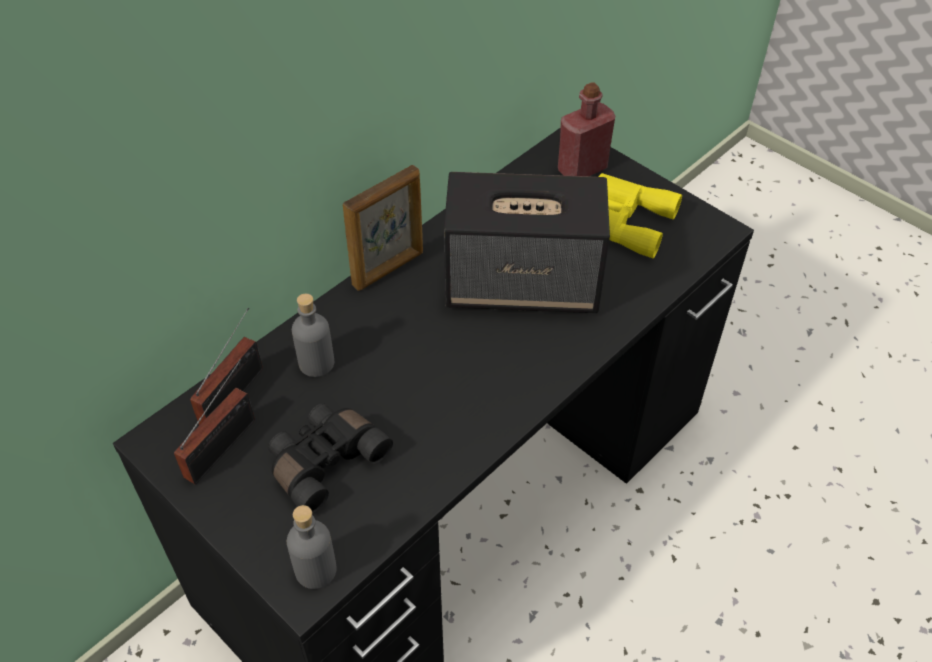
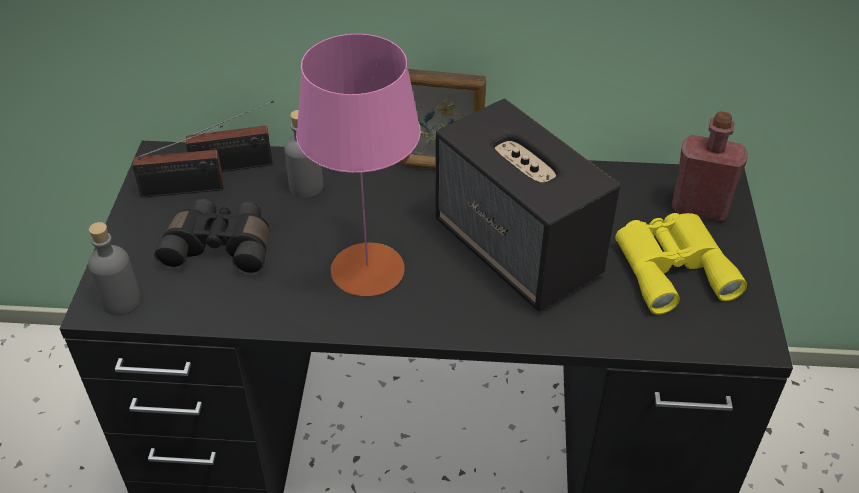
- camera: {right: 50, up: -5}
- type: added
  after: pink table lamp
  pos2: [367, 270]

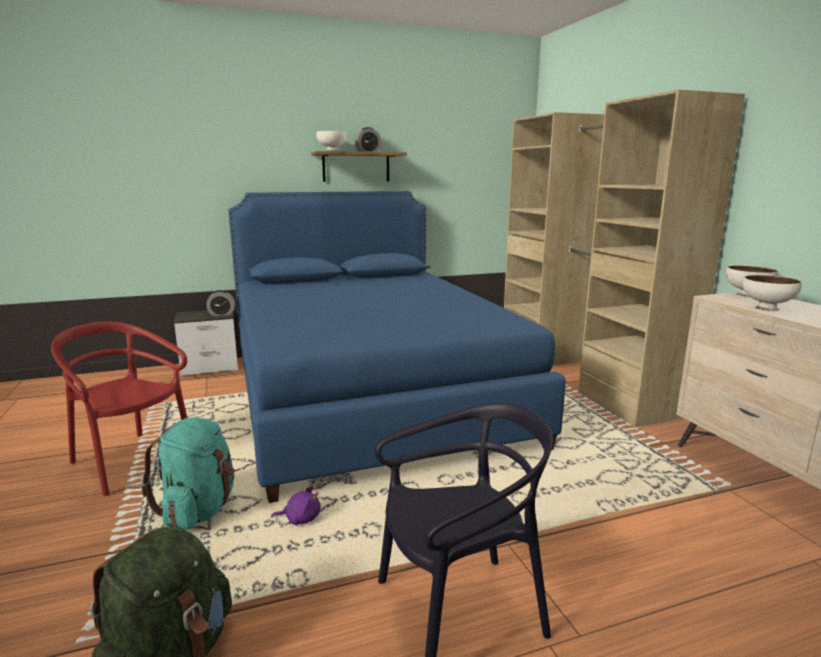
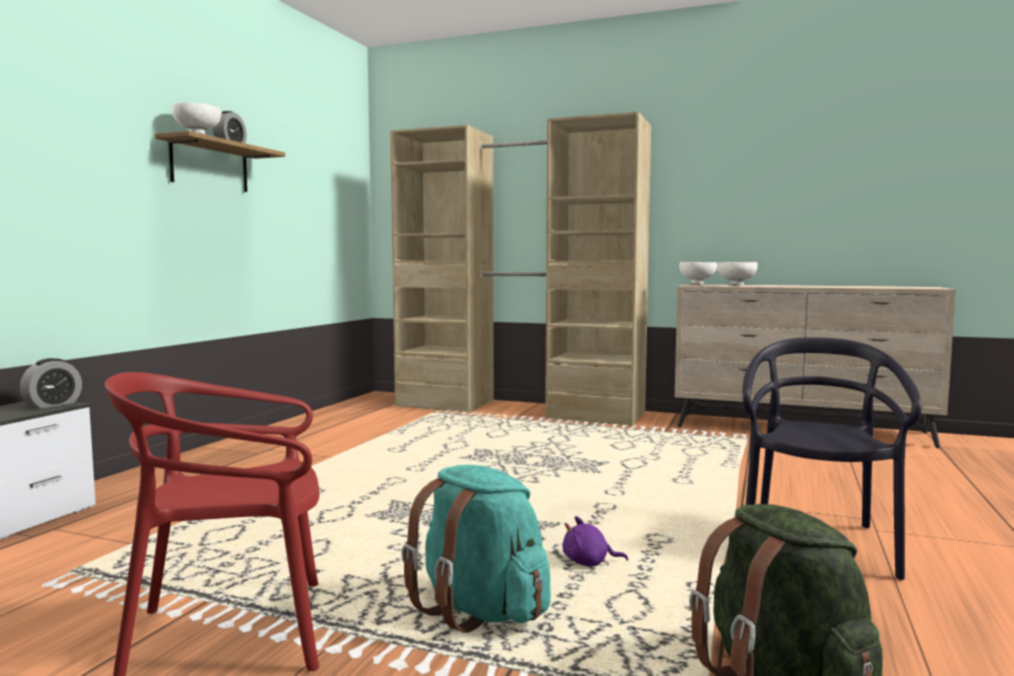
- camera: {right: -50, up: -10}
- type: removed
  before: blue bed
  pos1: [368, 396]
- type: turned
  before: purple plush toy
  pos1: [300, 518]
  pos2: [589, 562]
  turn: -120

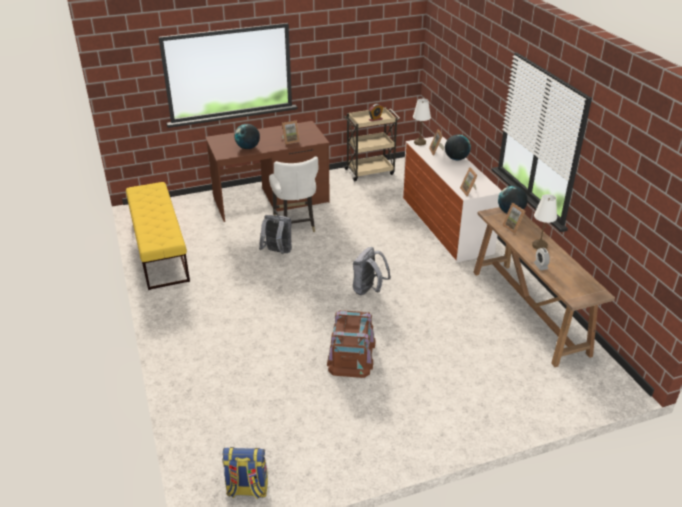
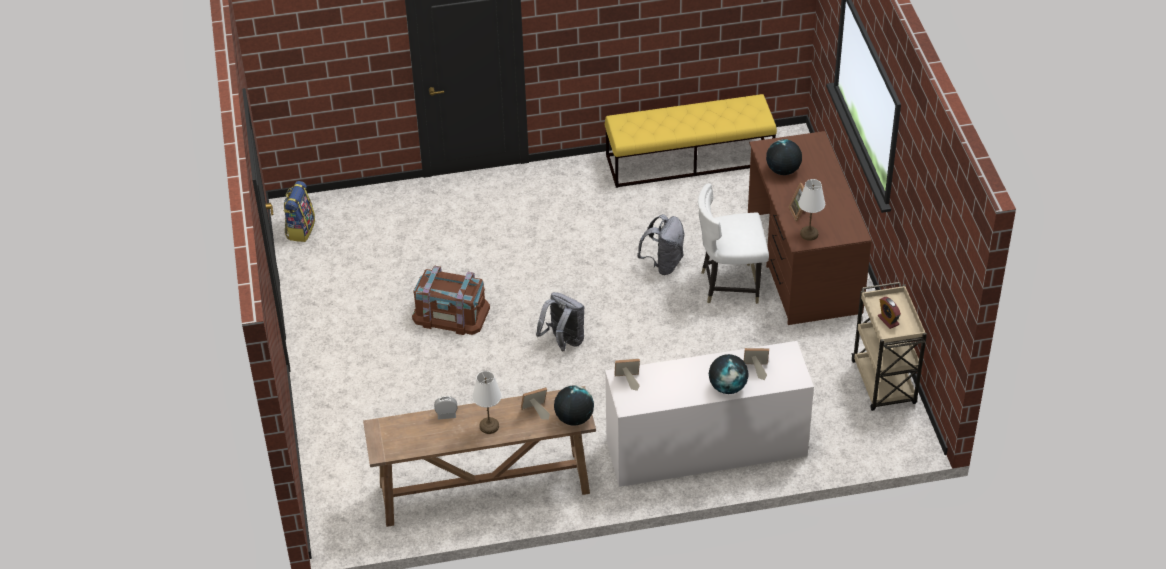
- camera: {right: 100, up: 10}
- type: moved
  before: white table lamp
  pos1: [419, 142]
  pos2: [809, 234]

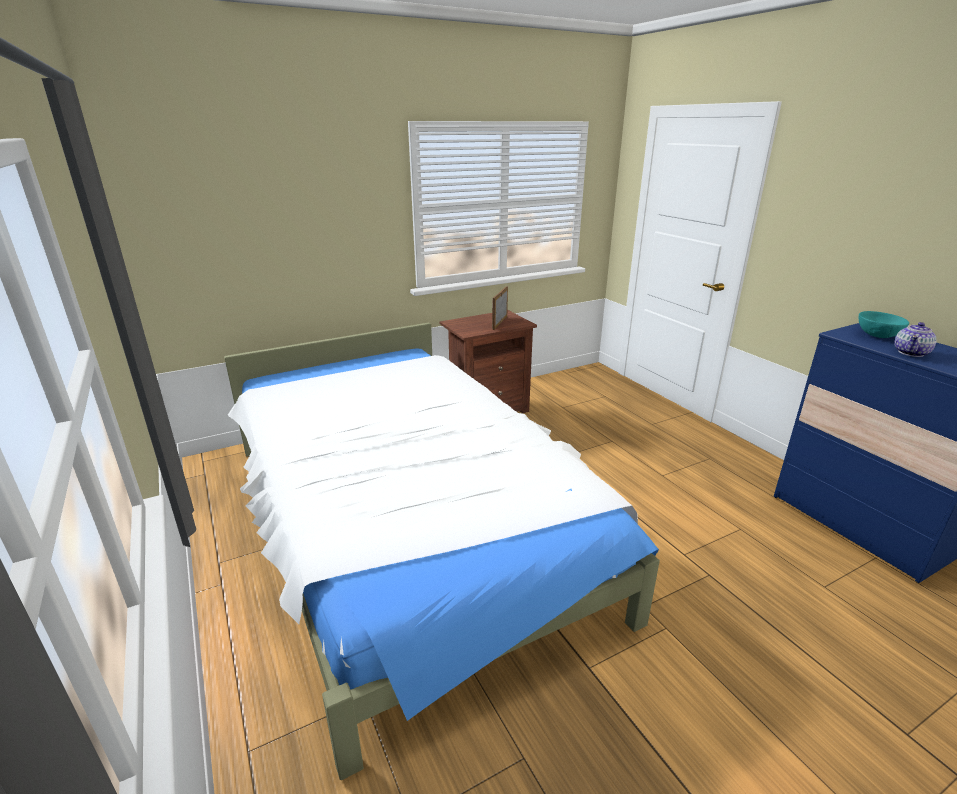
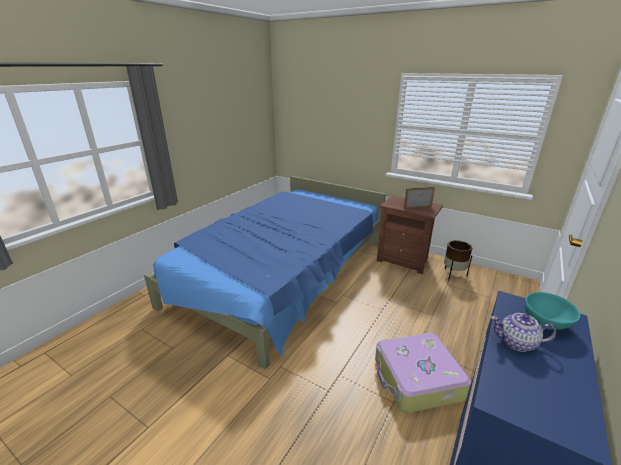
- camera: {right: 60, up: 0}
- type: recoloured
  before: white bed
  after: blue bed
  pos1: [406, 524]
  pos2: [282, 273]
- type: added
  after: suitcase
  pos2: [416, 379]
- type: added
  after: brown planter
  pos2: [453, 275]

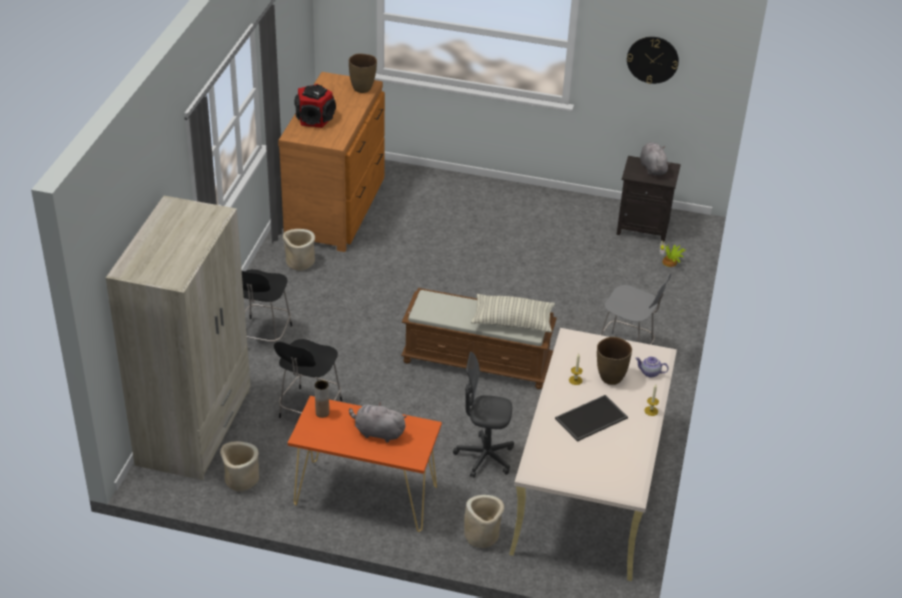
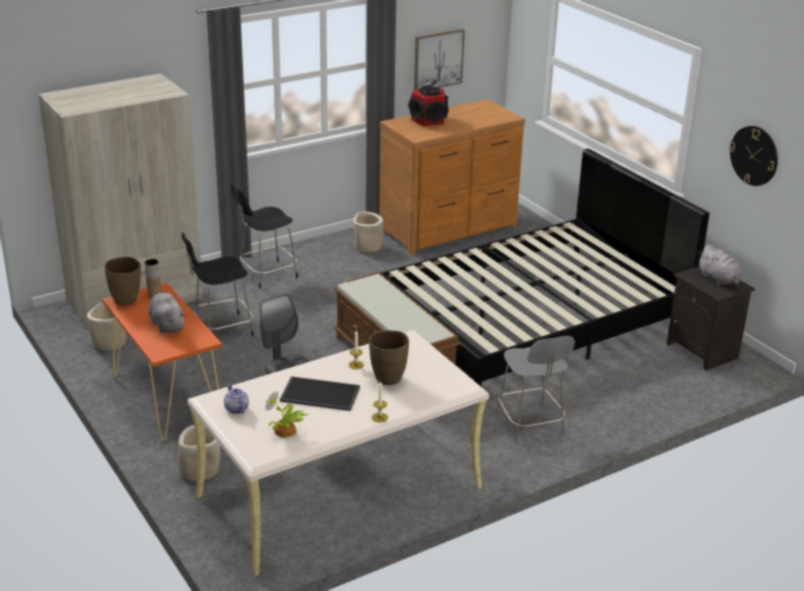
- camera: {right: 45, up: -10}
- type: moved
  before: brown vase
  pos1: [362, 88]
  pos2: [126, 300]
- type: removed
  before: pillow
  pos1: [512, 322]
- type: moved
  before: teapot
  pos1: [650, 373]
  pos2: [236, 409]
- type: turned
  before: grey plush toy
  pos1: [652, 167]
  pos2: [719, 279]
  turn: 120
- type: moved
  before: potted plant
  pos1: [670, 262]
  pos2: [285, 431]
- type: added
  after: black bed
  pos2: [533, 320]
- type: added
  after: picture
  pos2: [438, 59]

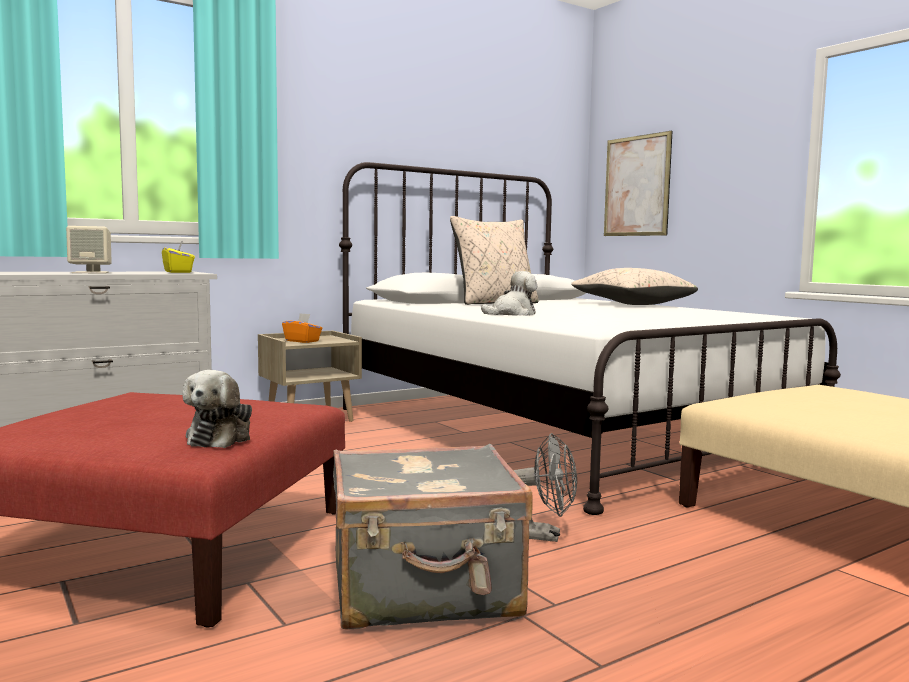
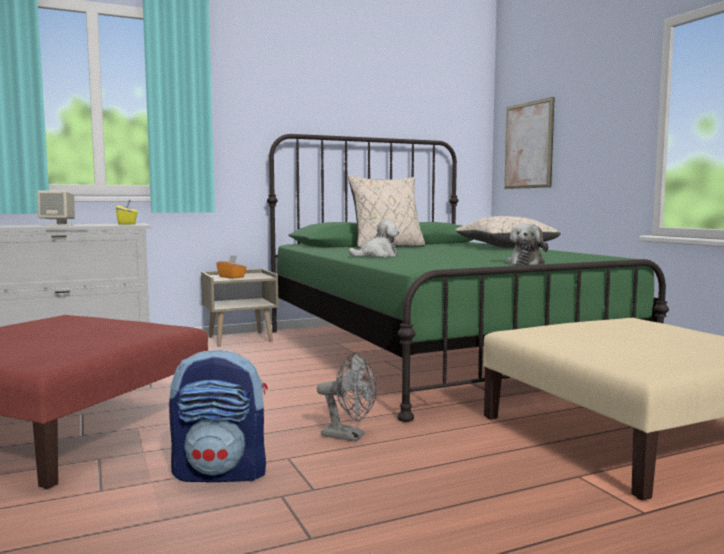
- camera: {right: 10, up: 0}
- type: moved
  before: plush toy
  pos1: [221, 437]
  pos2: [526, 263]
- type: replaced
  before: grey suitcase
  after: backpack
  pos1: [425, 591]
  pos2: [222, 473]
- type: recoloured
  before: white bed
  after: green bed
  pos1: [560, 429]
  pos2: [435, 352]

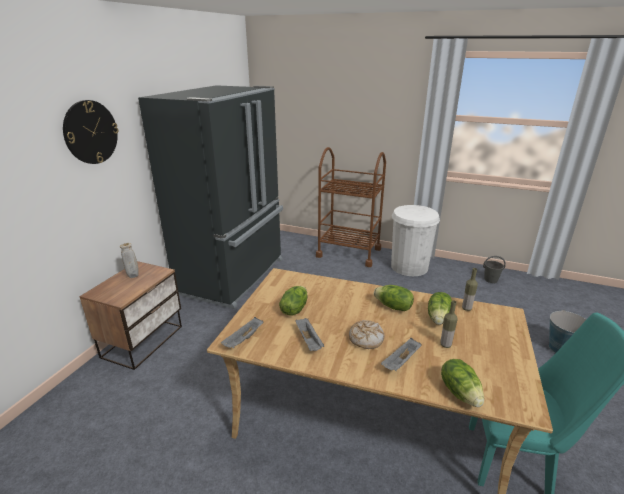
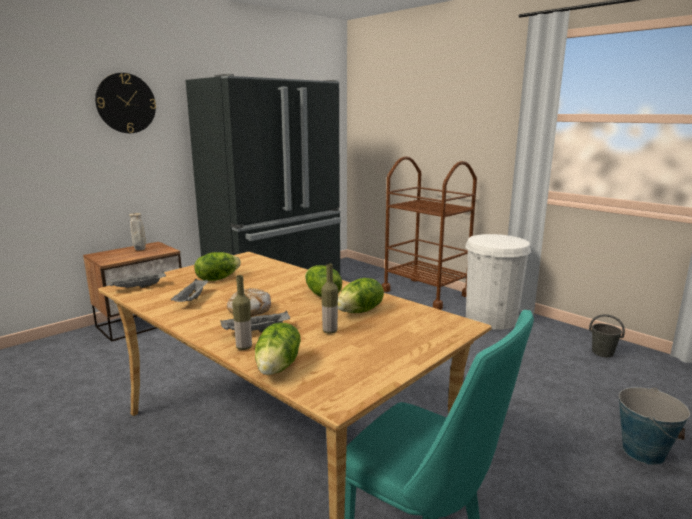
- camera: {right: 25, up: -10}
- type: moved
  before: bottle
  pos1: [466, 308]
  pos2: [244, 347]

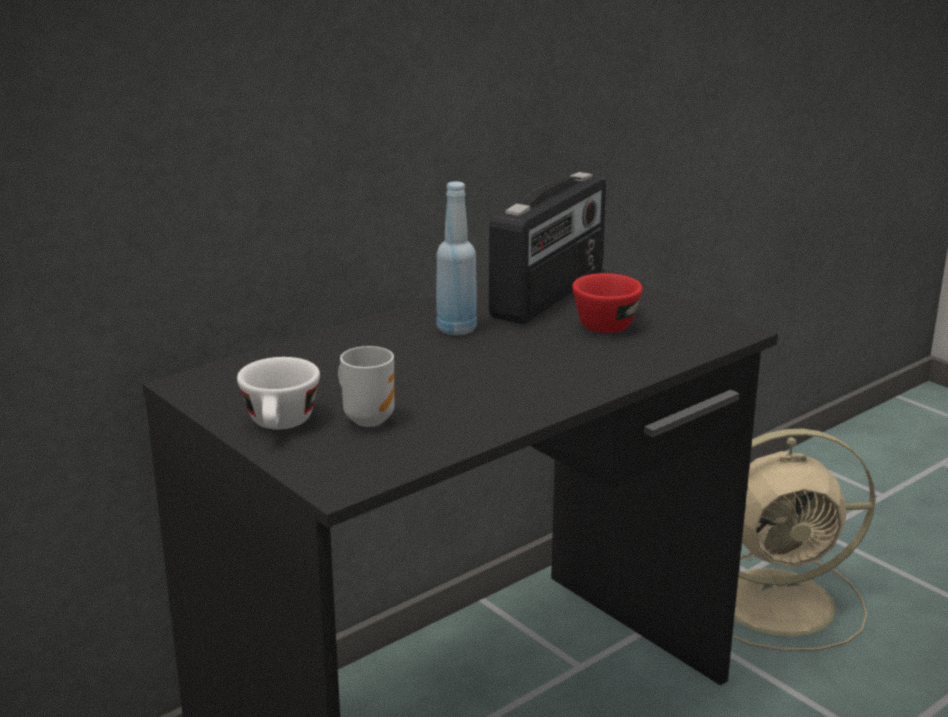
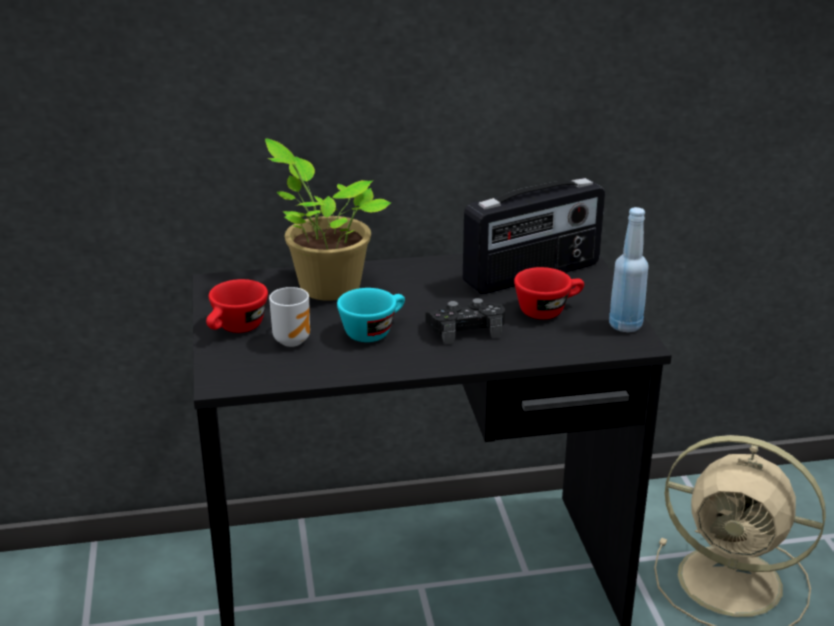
- camera: {right: 30, up: 5}
- type: recoloured
  before: white cup
  after: red cup
  pos1: [281, 425]
  pos2: [236, 329]
- type: moved
  before: blue bottle
  pos1: [456, 329]
  pos2: [625, 325]
- type: added
  after: potted plant
  pos2: [325, 286]
- type: added
  after: turquoise cup
  pos2: [373, 331]
- type: added
  after: black game controller
  pos2: [466, 329]

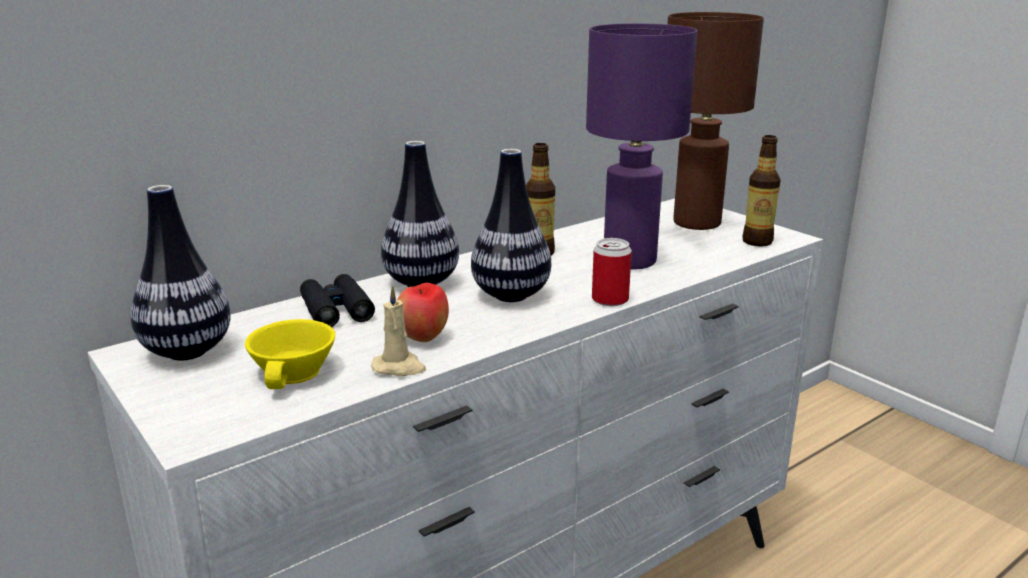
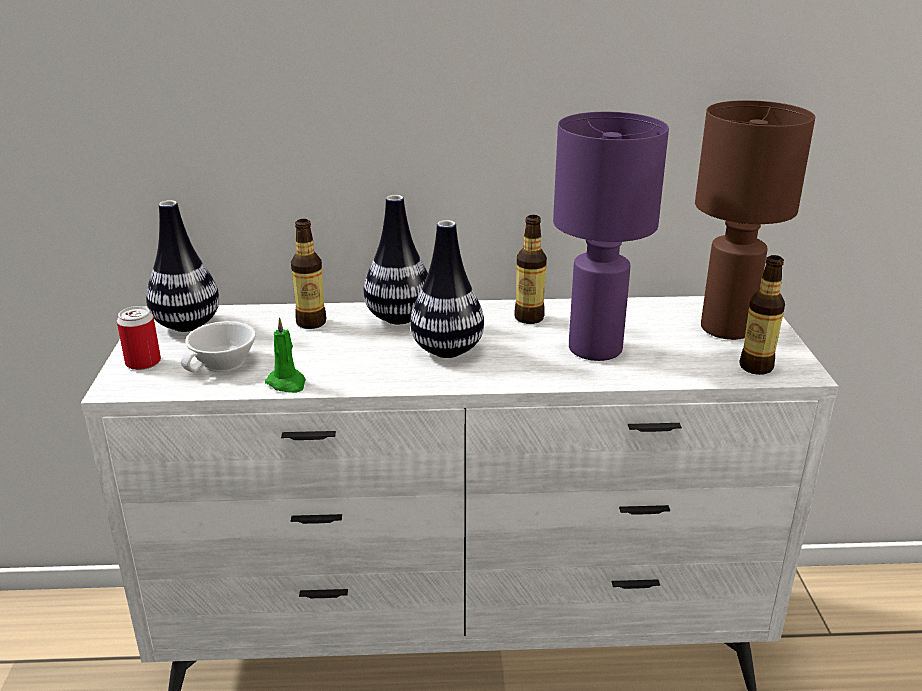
- camera: {right: 35, up: 5}
- type: recoloured
  before: yellow cup
  after: white cup
  pos1: [296, 373]
  pos2: [223, 364]
- type: replaced
  before: black binoculars
  after: bottle
  pos1: [336, 310]
  pos2: [311, 322]
- type: recoloured
  before: beige candle
  after: green candle
  pos1: [399, 367]
  pos2: [287, 383]
- type: removed
  before: apple
  pos1: [423, 339]
- type: moved
  before: can
  pos1: [610, 300]
  pos2: [143, 363]

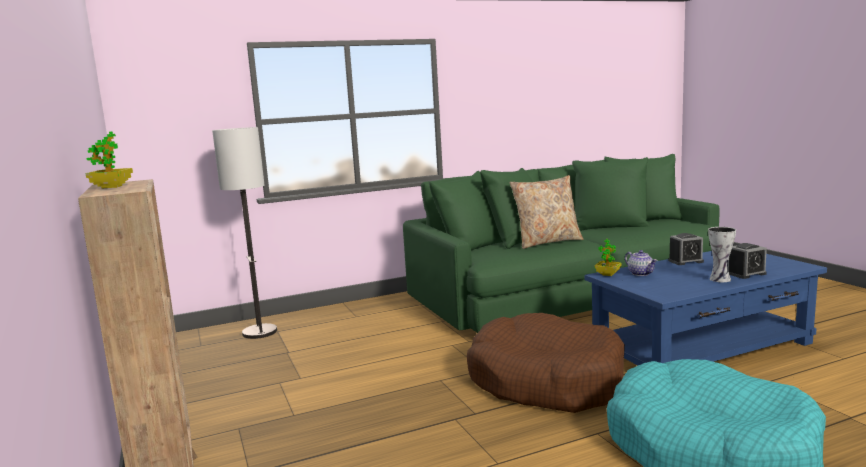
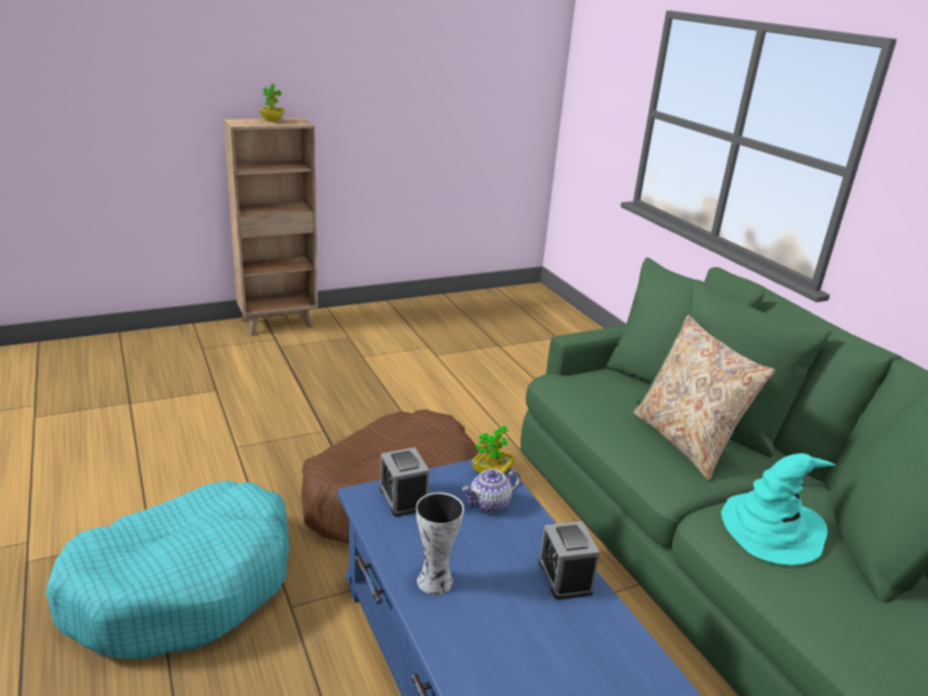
- camera: {right: 85, up: 15}
- type: removed
  before: floor lamp
  pos1: [260, 332]
- type: moved
  before: alarm clock
  pos1: [746, 274]
  pos2: [403, 498]
- type: added
  after: turquoise hat
  pos2: [772, 529]

